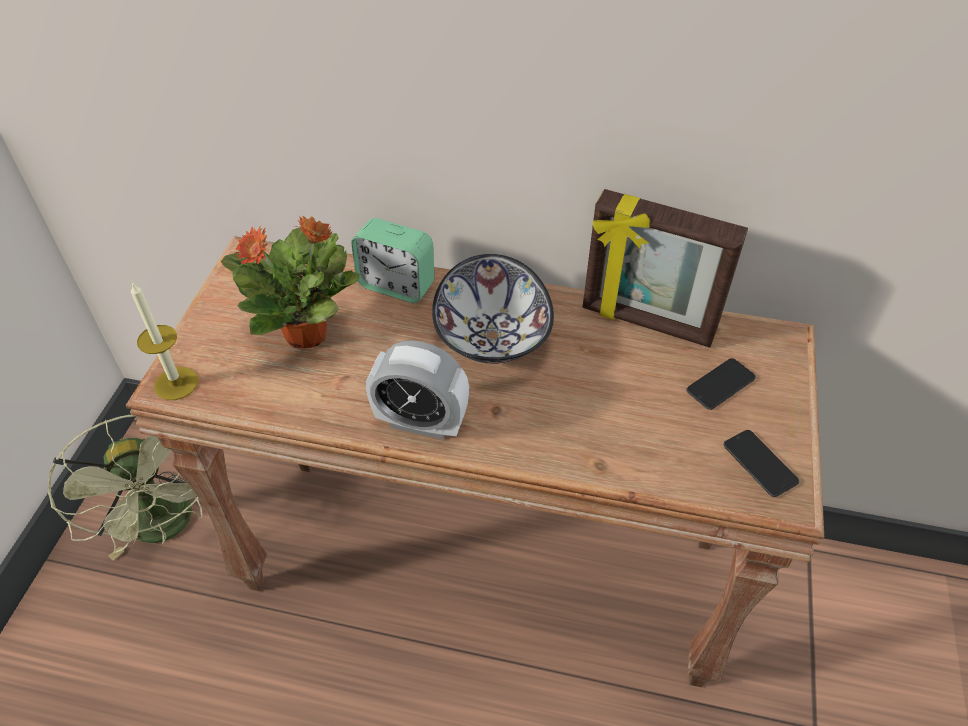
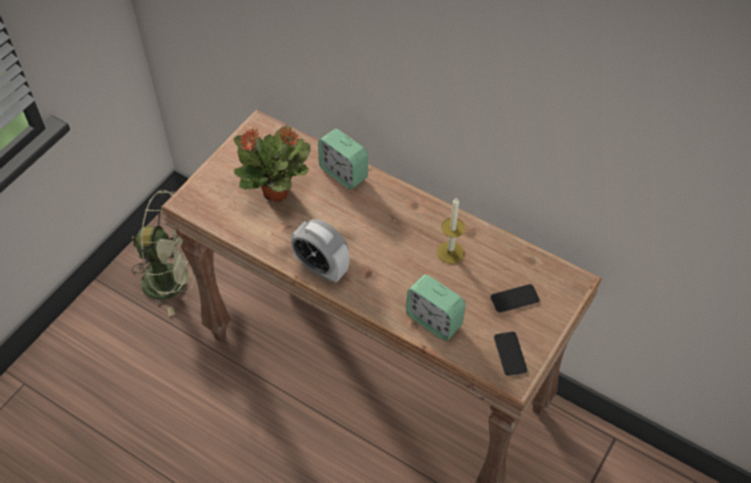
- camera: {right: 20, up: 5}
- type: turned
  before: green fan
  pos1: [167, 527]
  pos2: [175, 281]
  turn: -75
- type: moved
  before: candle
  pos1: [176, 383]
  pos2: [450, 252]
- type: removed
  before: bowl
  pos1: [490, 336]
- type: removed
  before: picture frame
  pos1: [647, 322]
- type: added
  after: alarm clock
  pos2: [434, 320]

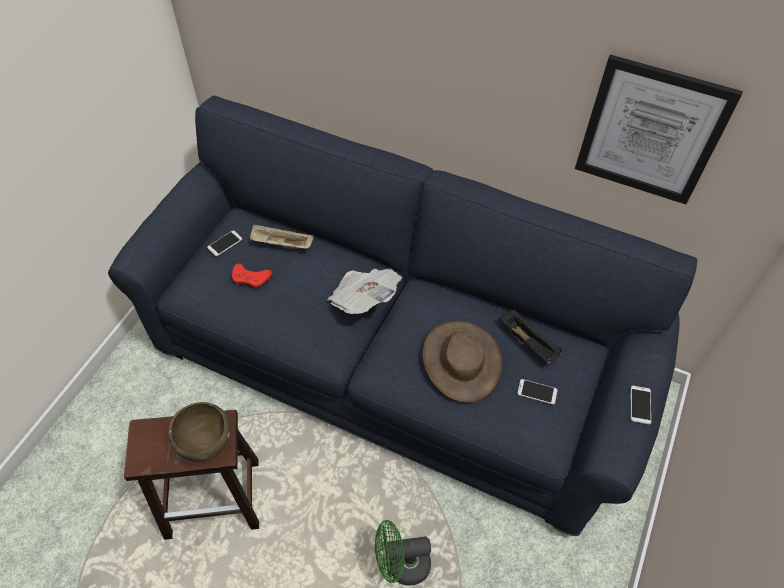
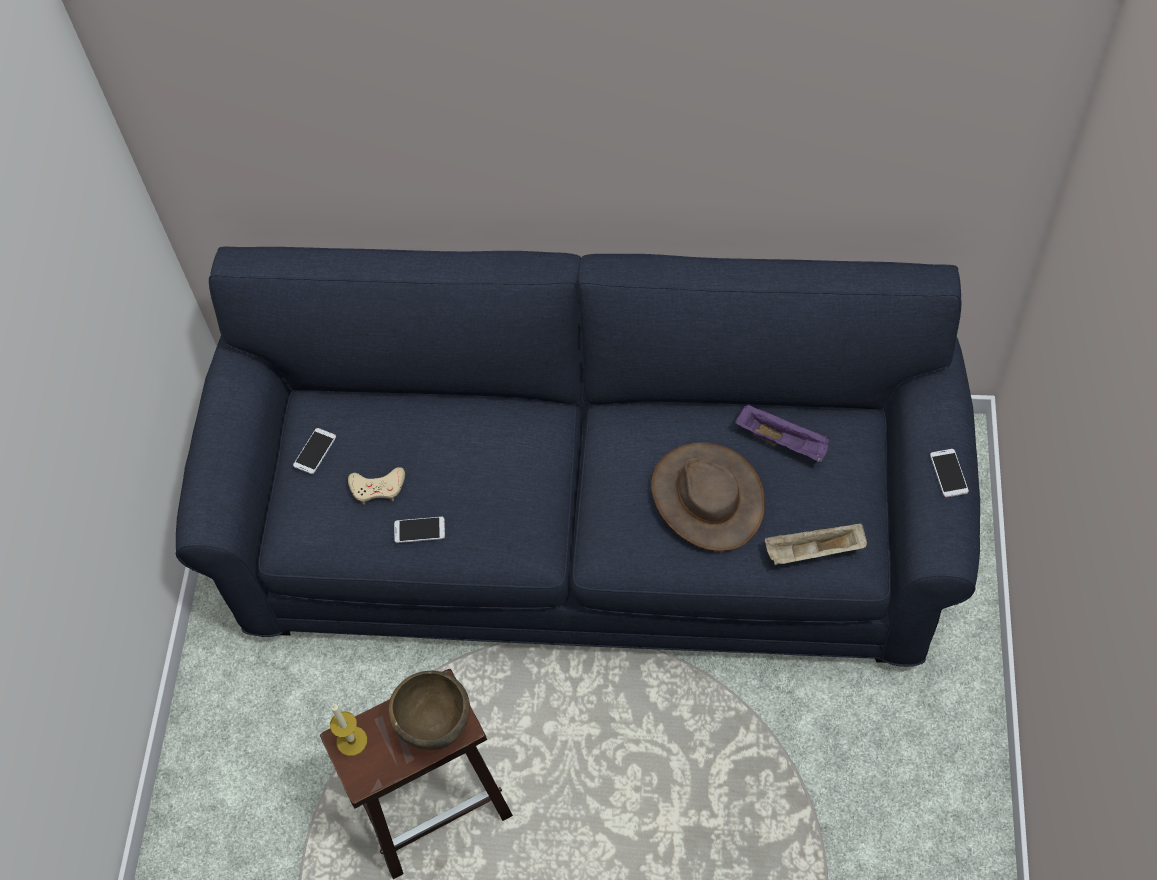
- camera: {right: -15, up: 5}
- type: recoloured
  before: red game controller
  after: beige game controller
  pos1: [251, 278]
  pos2: [378, 488]
- type: moved
  before: beige tray
  pos1: [281, 244]
  pos2: [813, 552]
- type: removed
  before: newspaper
  pos1: [364, 299]
- type: removed
  before: green fan
  pos1: [401, 565]
- type: recoloured
  before: black tray
  after: purple tray
  pos1: [529, 343]
  pos2: [783, 441]
- type: moved
  before: phone
  pos1: [537, 392]
  pos2: [419, 530]
- type: removed
  before: picture
  pos1: [651, 132]
- type: added
  after: candle
  pos2: [351, 741]

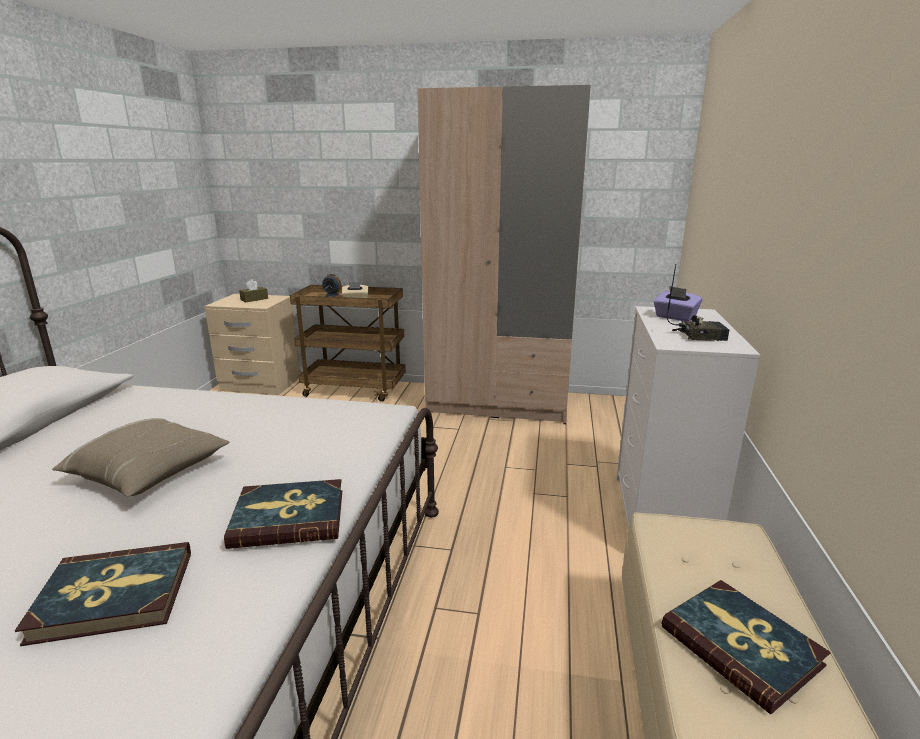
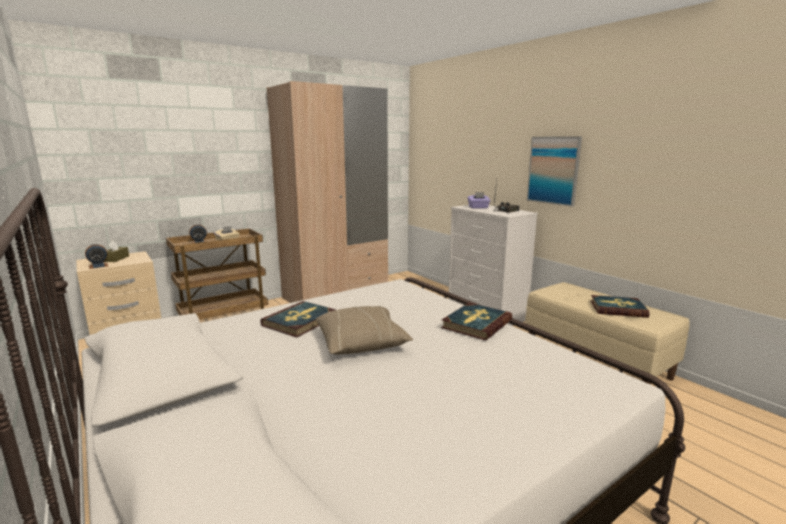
- camera: {right: -45, up: -5}
- type: moved
  before: book
  pos1: [114, 596]
  pos2: [300, 321]
- type: added
  after: alarm clock
  pos2: [98, 266]
- type: added
  after: picture
  pos2: [553, 170]

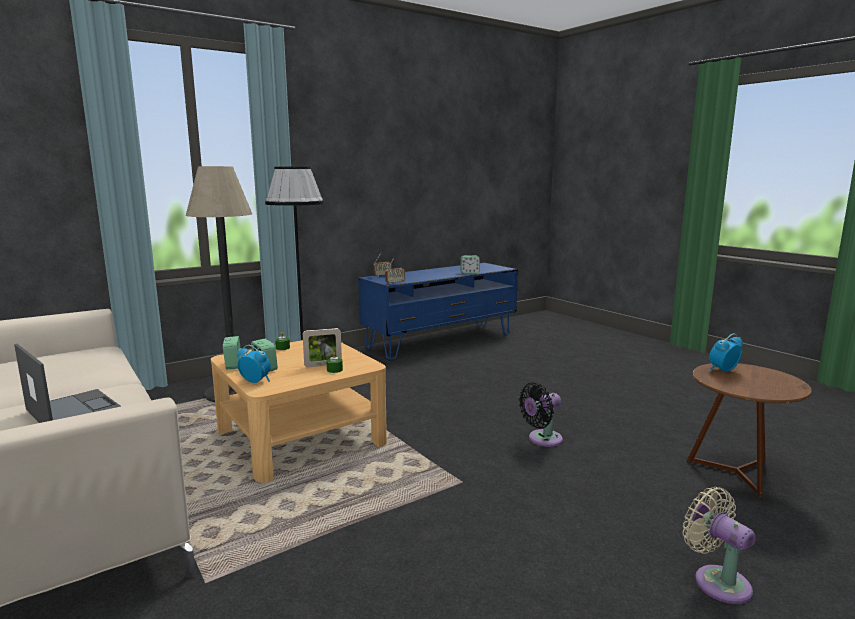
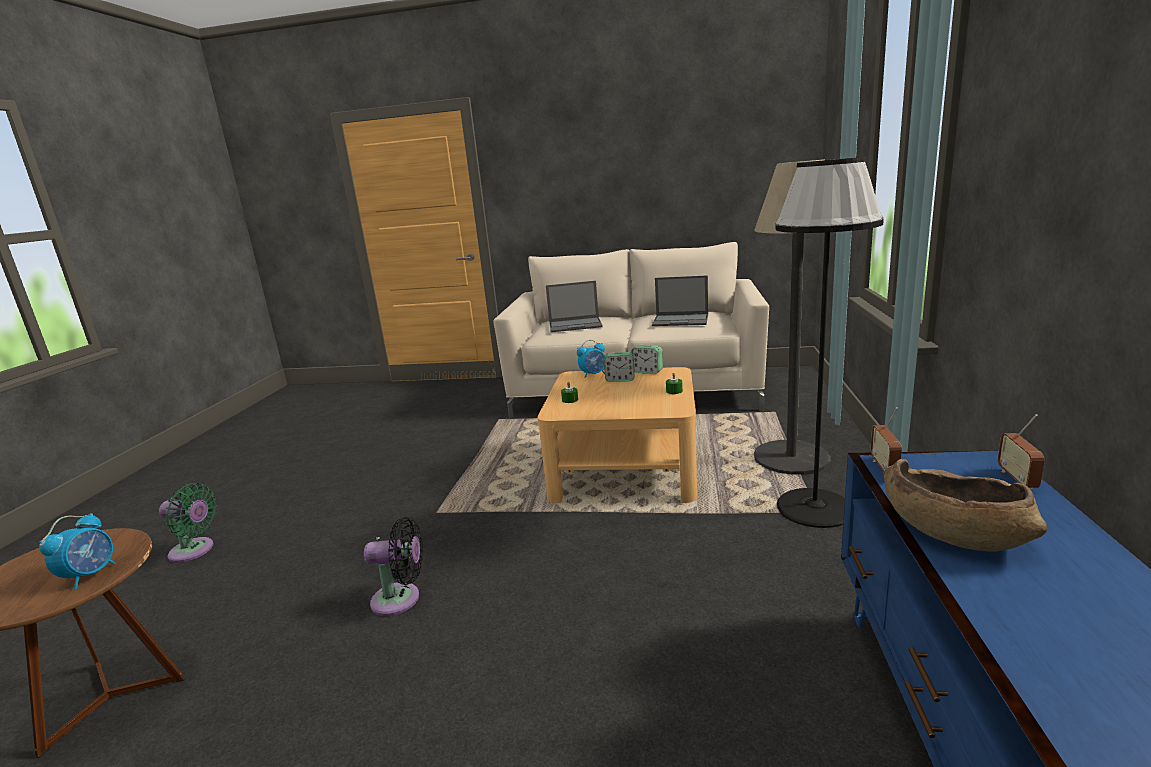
- camera: {right: 135, up: 5}
- type: removed
  before: picture frame
  pos1: [323, 365]
- type: removed
  before: alarm clock
  pos1: [469, 272]
- type: turned
  before: black fan
  pos1: [542, 439]
  pos2: [401, 599]
  turn: 75
- type: recoloured
  before: beige fan
  after: green fan
  pos1: [717, 581]
  pos2: [195, 551]
- type: added
  after: laptop
  pos2: [681, 320]
- type: added
  after: brown bowl
  pos2: [951, 530]

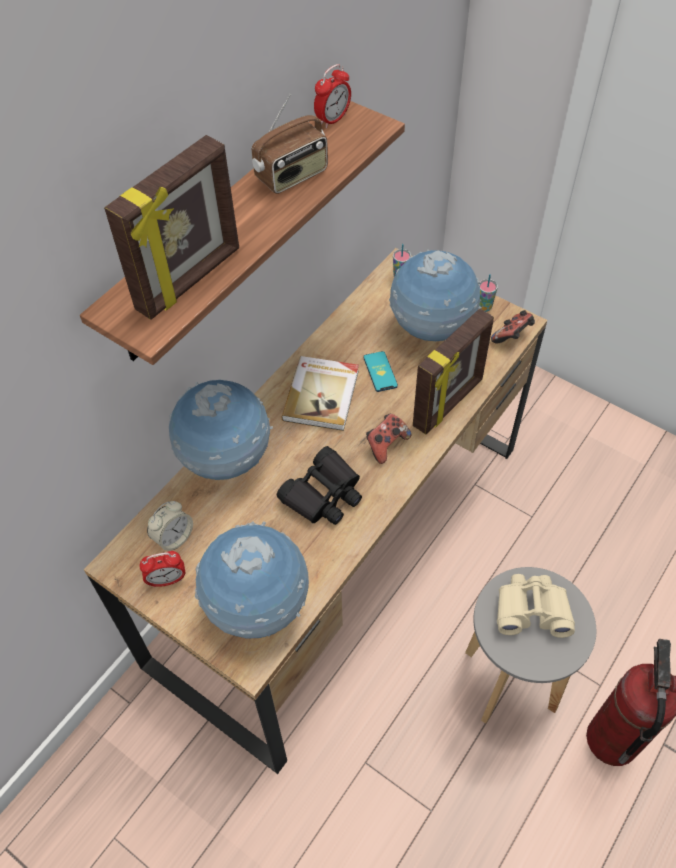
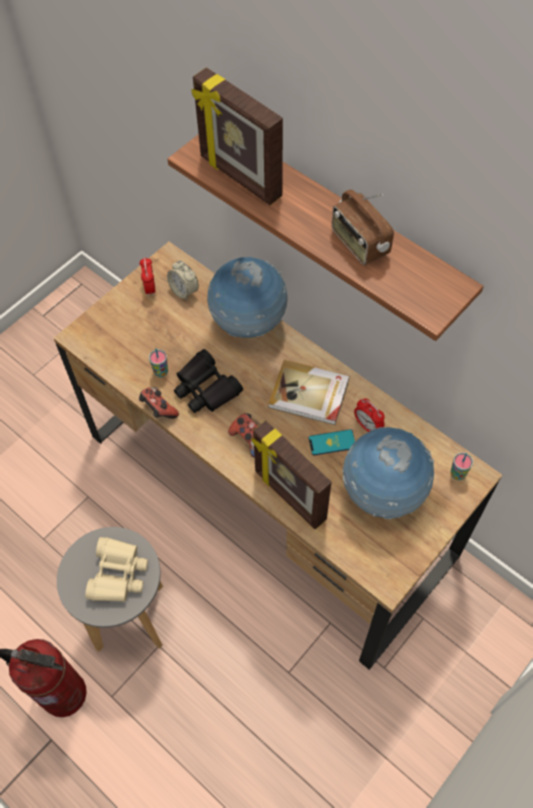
- camera: {right: 95, up: 5}
- type: removed
  before: globe
  pos1: [258, 607]
- type: moved
  before: alarm clock
  pos1: [333, 119]
  pos2: [367, 426]
- type: moved
  before: cup
  pos1: [484, 307]
  pos2: [161, 372]
- type: moved
  before: game controller
  pos1: [512, 336]
  pos2: [158, 410]

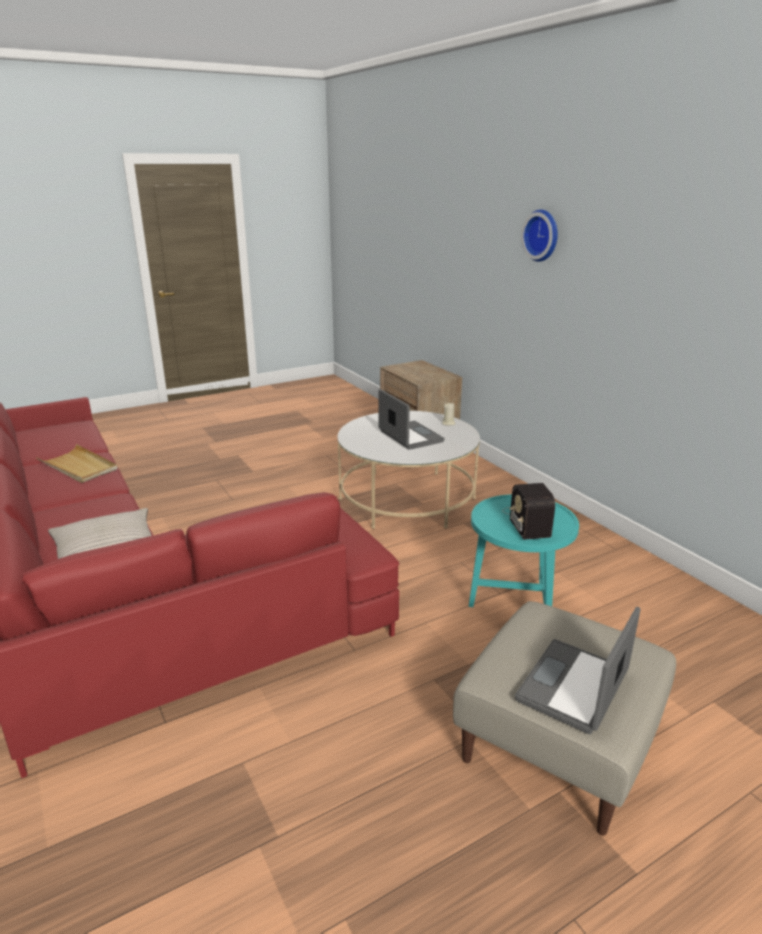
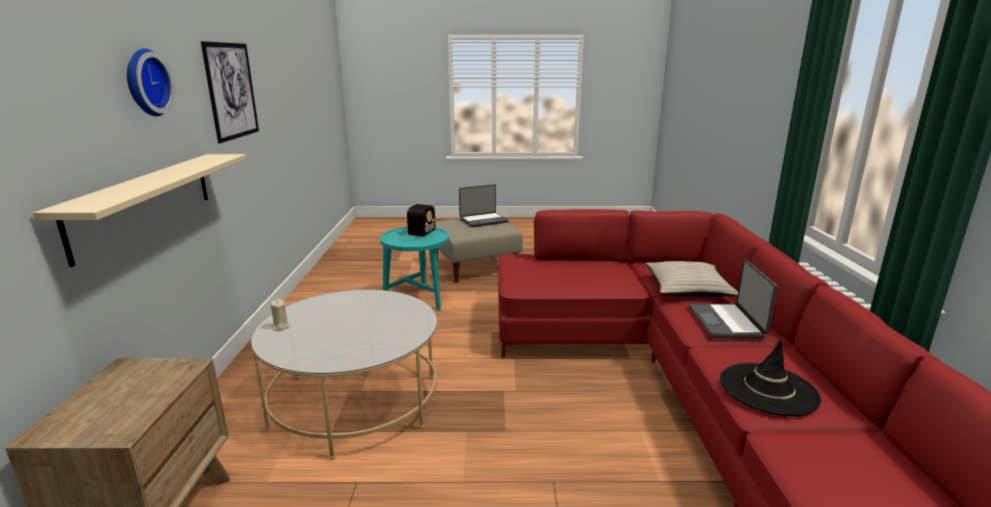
- camera: {right: -150, up: -5}
- type: replaced
  before: beige tray
  after: black hat
  pos1: [79, 466]
  pos2: [768, 389]
- type: moved
  before: laptop
  pos1: [409, 436]
  pos2: [727, 322]
- type: added
  after: beige shelf
  pos2: [145, 202]
- type: added
  after: picture
  pos2: [231, 91]

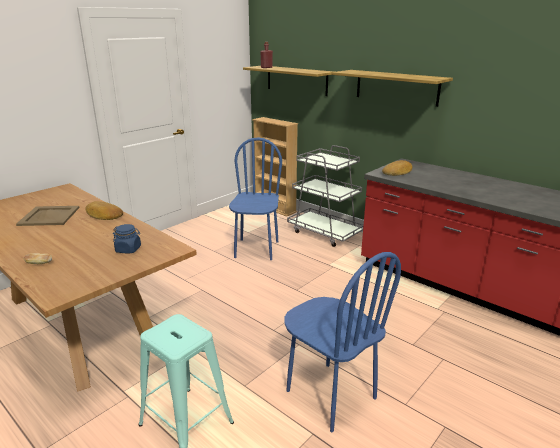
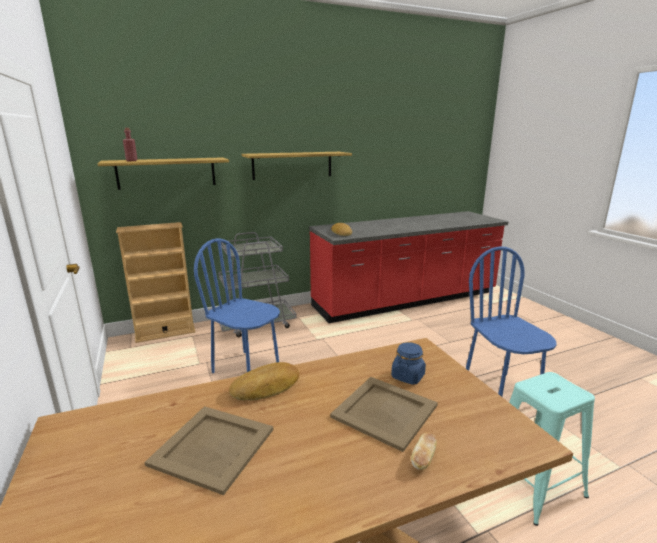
- camera: {right: -65, up: -5}
- type: turned
  before: blue chair
  pos1: [330, 395]
  pos2: [501, 392]
  turn: -90
- type: added
  after: beige tray
  pos2: [385, 411]

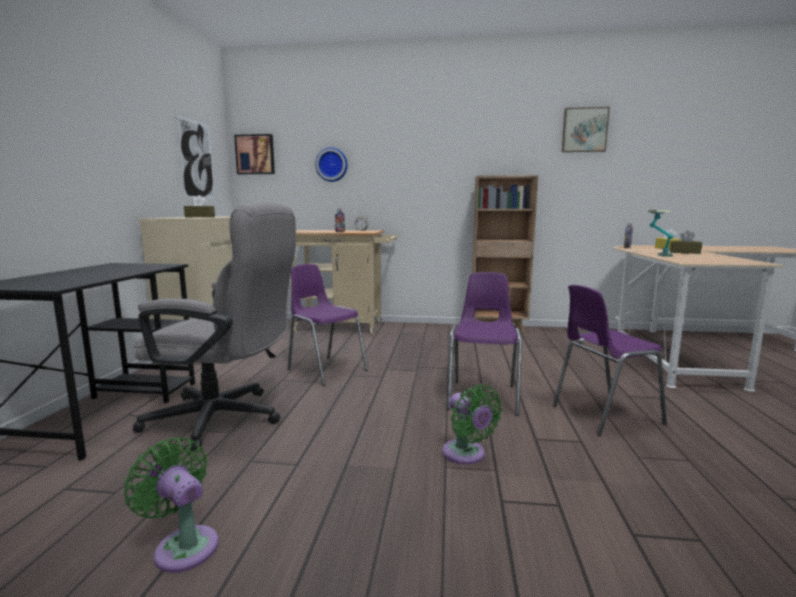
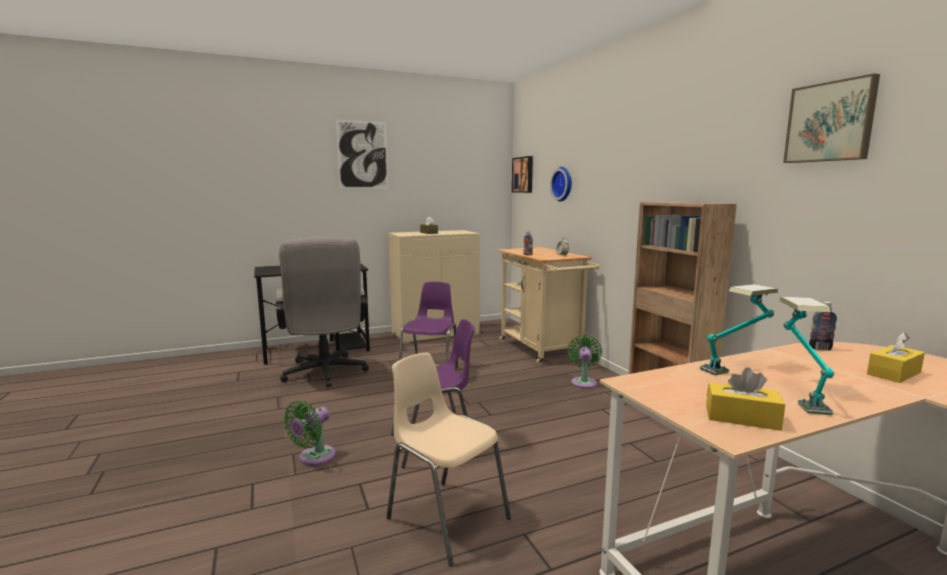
- camera: {right: 60, up: 0}
- type: moved
  before: green fan
  pos1: [183, 545]
  pos2: [583, 382]
- type: moved
  before: picture
  pos1: [197, 159]
  pos2: [362, 155]
- type: recoloured
  before: purple chair
  after: beige chair
  pos1: [603, 414]
  pos2: [445, 517]
- type: removed
  before: brown tissue box
  pos1: [684, 252]
- type: added
  after: yellow tissue box
  pos2: [741, 418]
- type: added
  after: table lamp
  pos2: [798, 394]

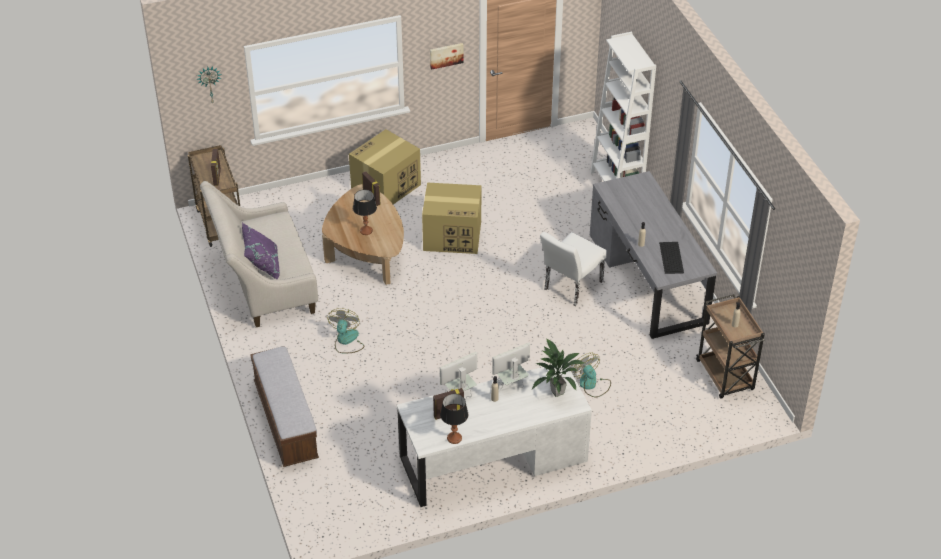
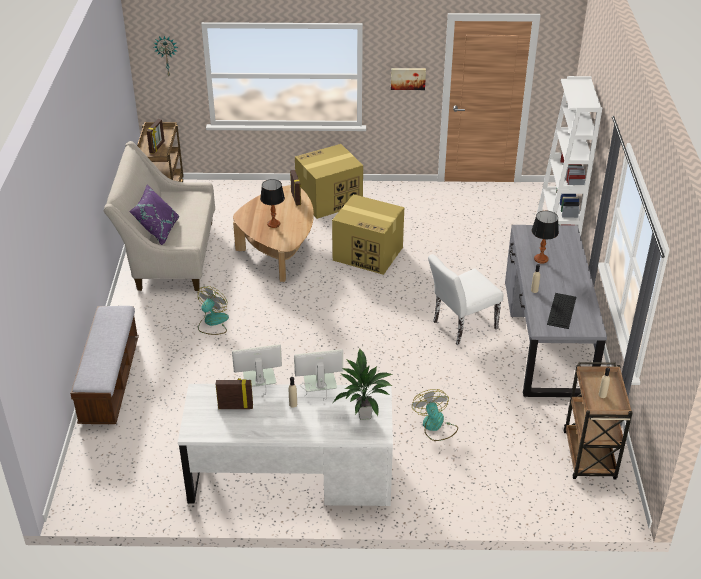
- camera: {right: 20, up: -5}
- type: moved
  before: table lamp
  pos1: [454, 438]
  pos2: [540, 259]

